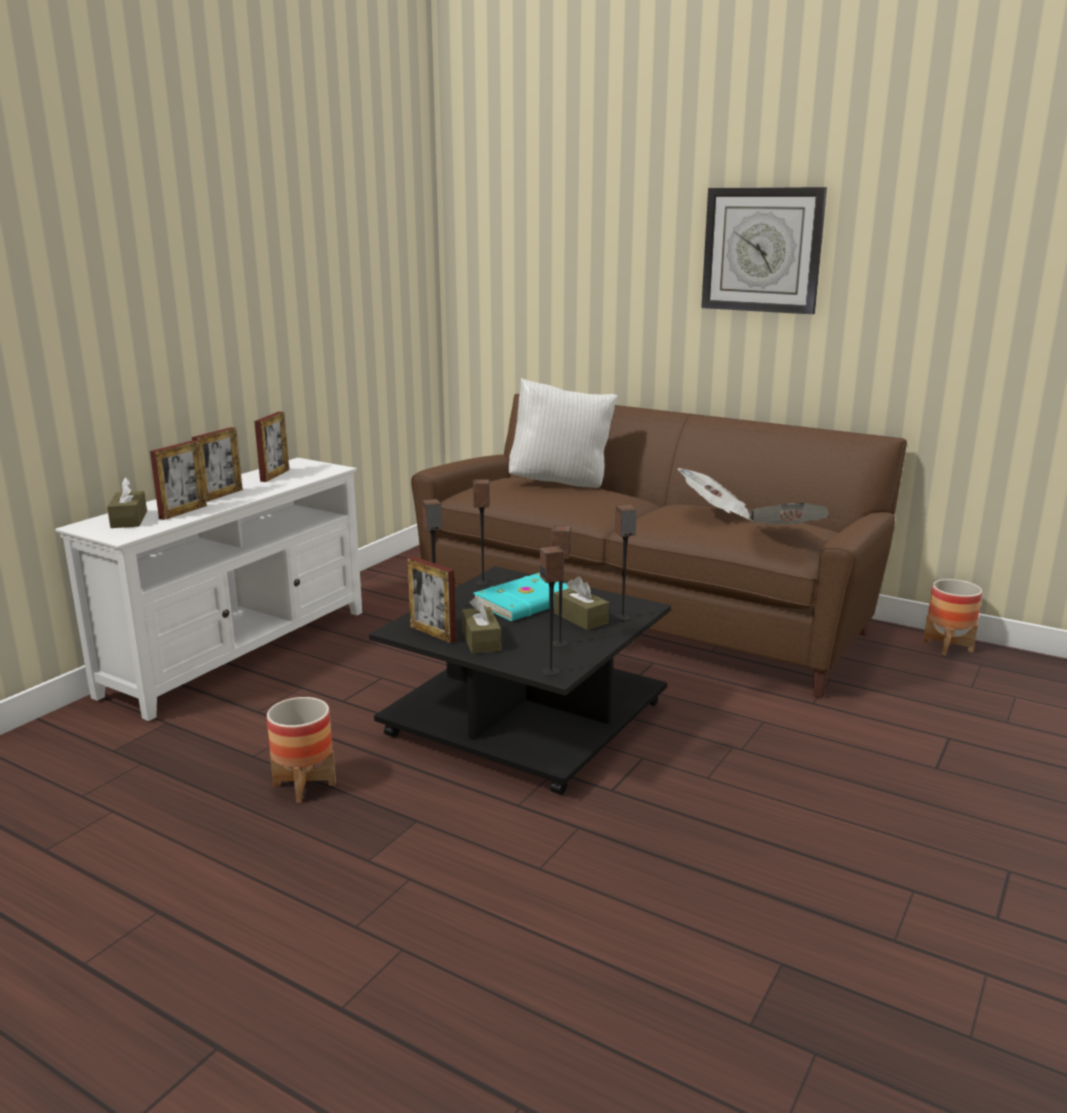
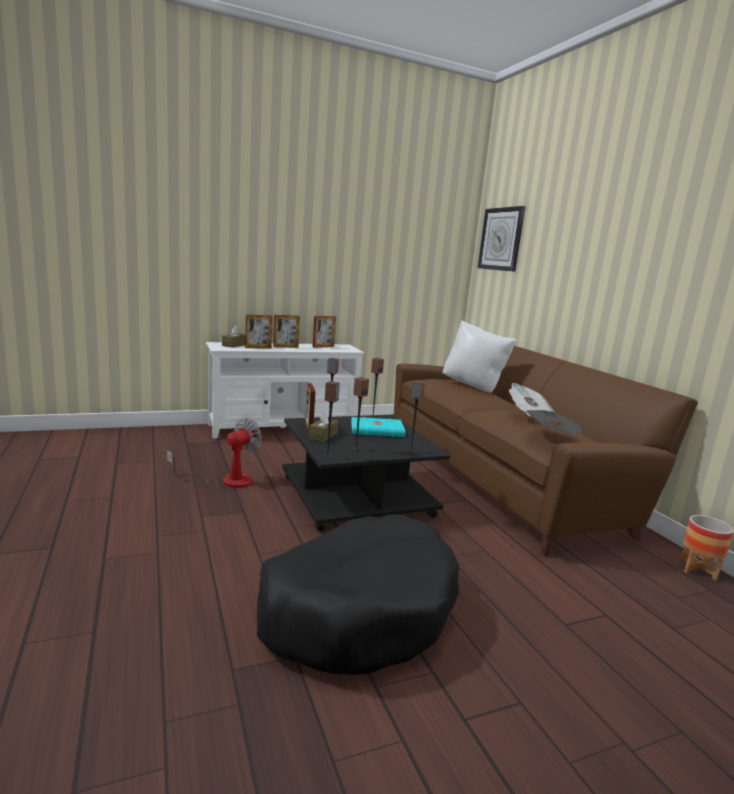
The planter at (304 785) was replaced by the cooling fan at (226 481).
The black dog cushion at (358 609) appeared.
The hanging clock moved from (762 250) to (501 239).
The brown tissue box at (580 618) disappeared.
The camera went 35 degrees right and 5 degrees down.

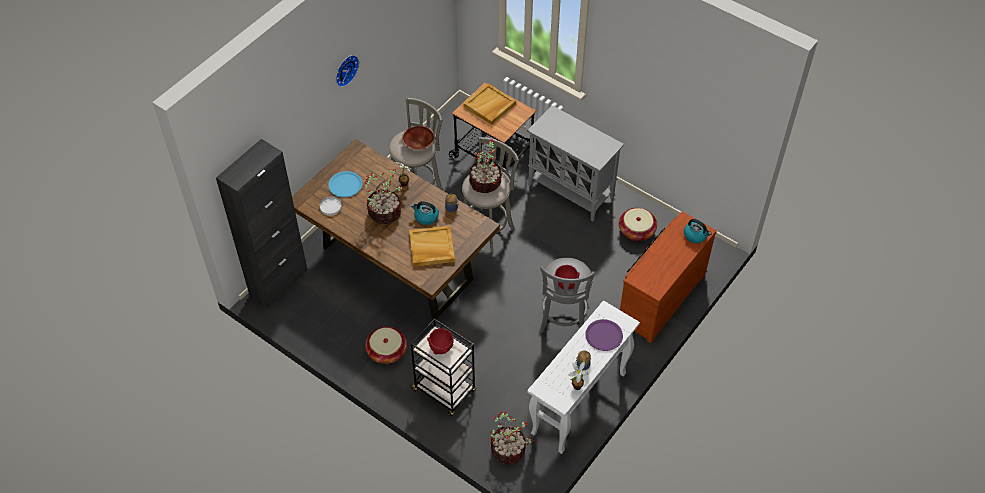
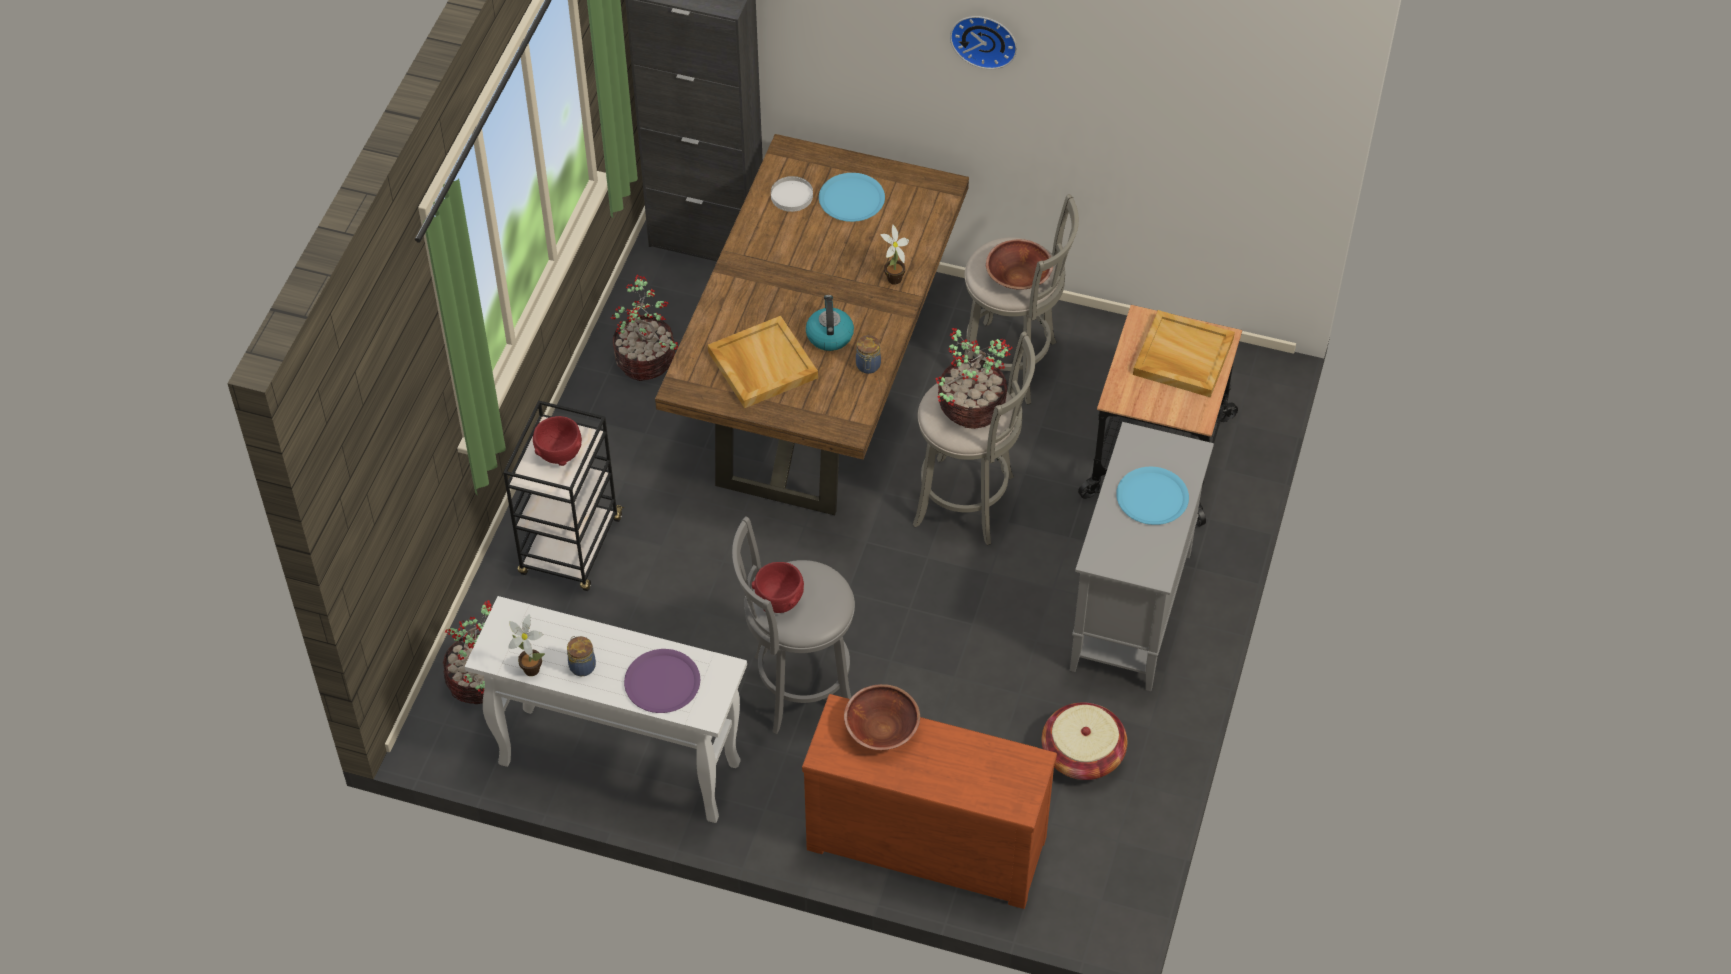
The plant in a pot moved from (385 212) to (647 360).
The brown bowl at (881 728) appeared.
The bluish plate at (1152 497) appeared.
The household basket at (387 351) disappeared.
The water kettle at (695 235) disappeared.
The camera went 70 degrees right and 0 degrees up.

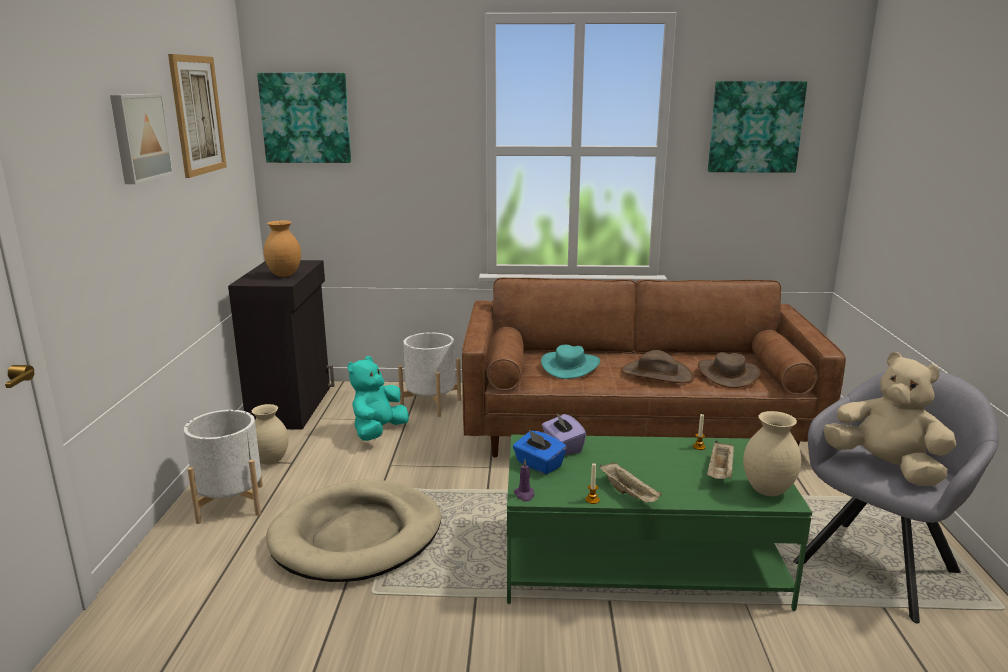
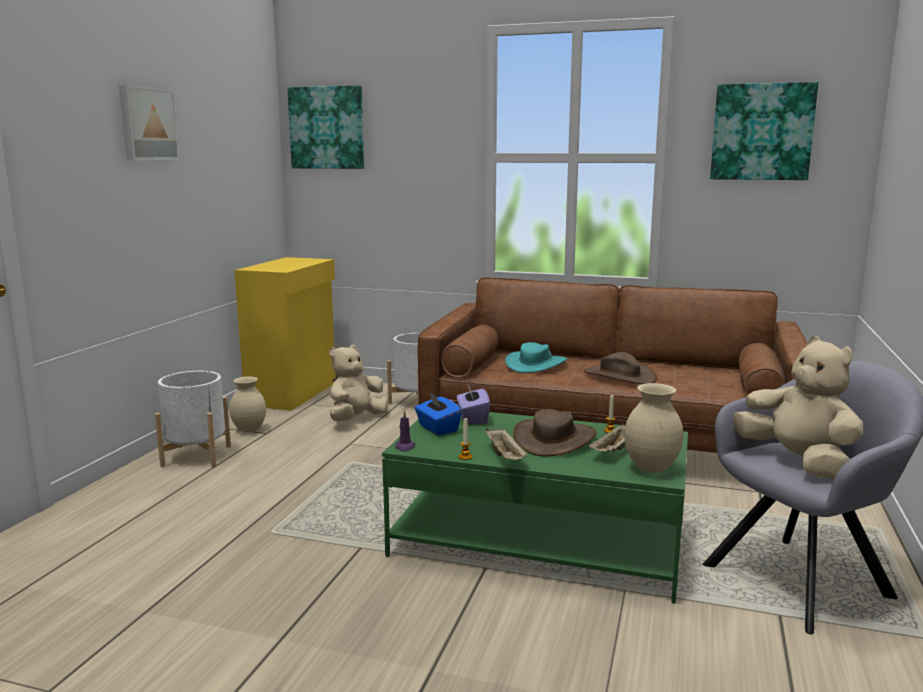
The black storage cabinet at (292 406) became the yellowish storage cabinet at (294 393).
The blue-green cuddly toy at (378 432) became the beige cuddly toy at (356 419).
The brown hat moved from (728 374) to (555 439).
The picture at (197 115) disappeared.
The brown decorative vase at (284 275) disappeared.
The beige dog cushion at (357 536) disappeared.
The camera went 15 degrees right and 5 degrees down.

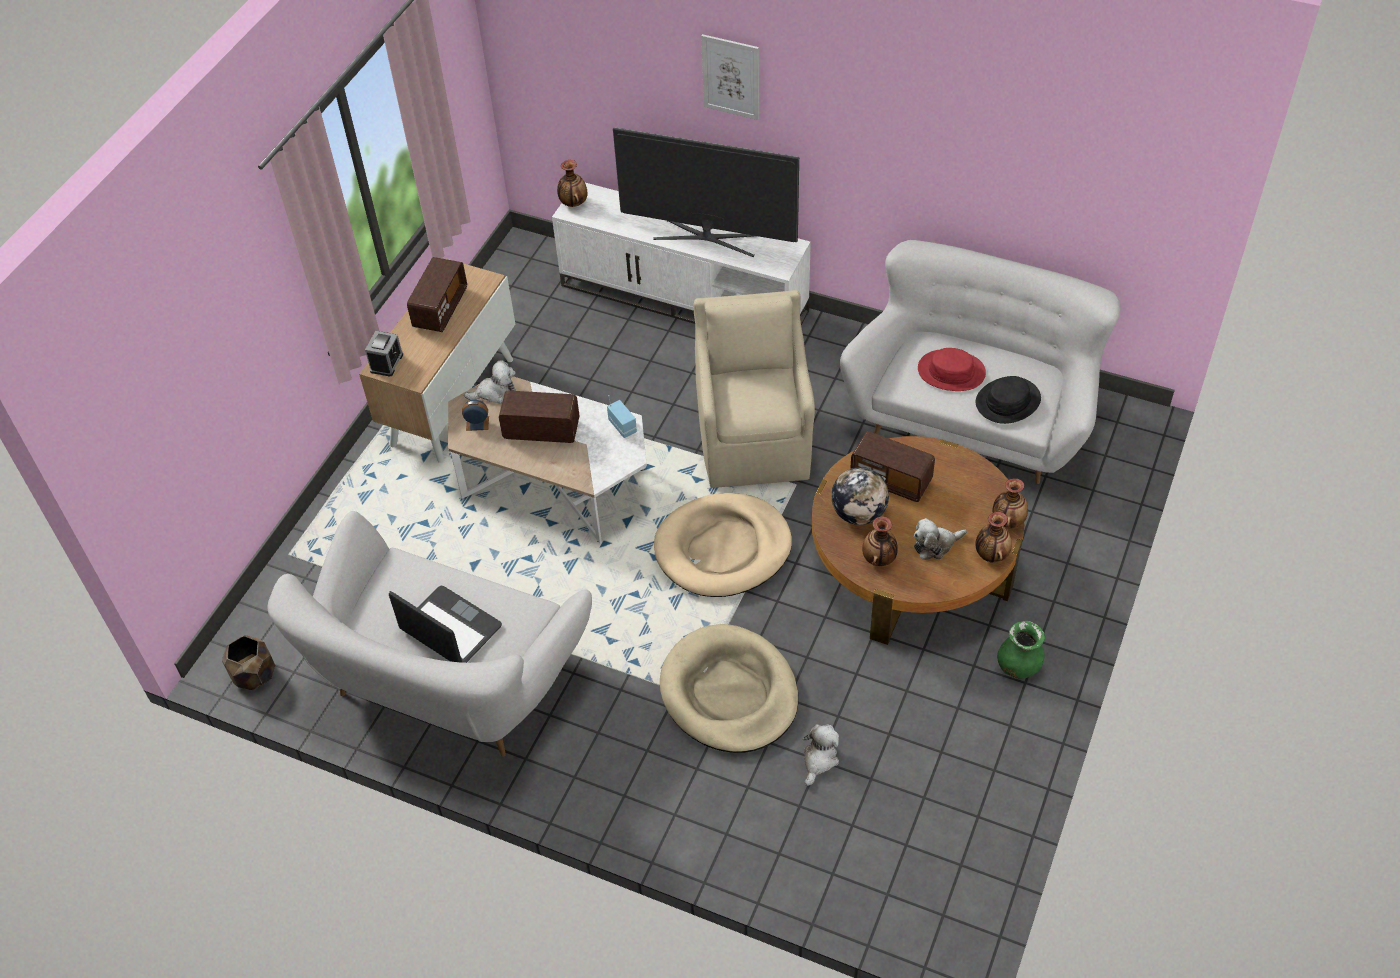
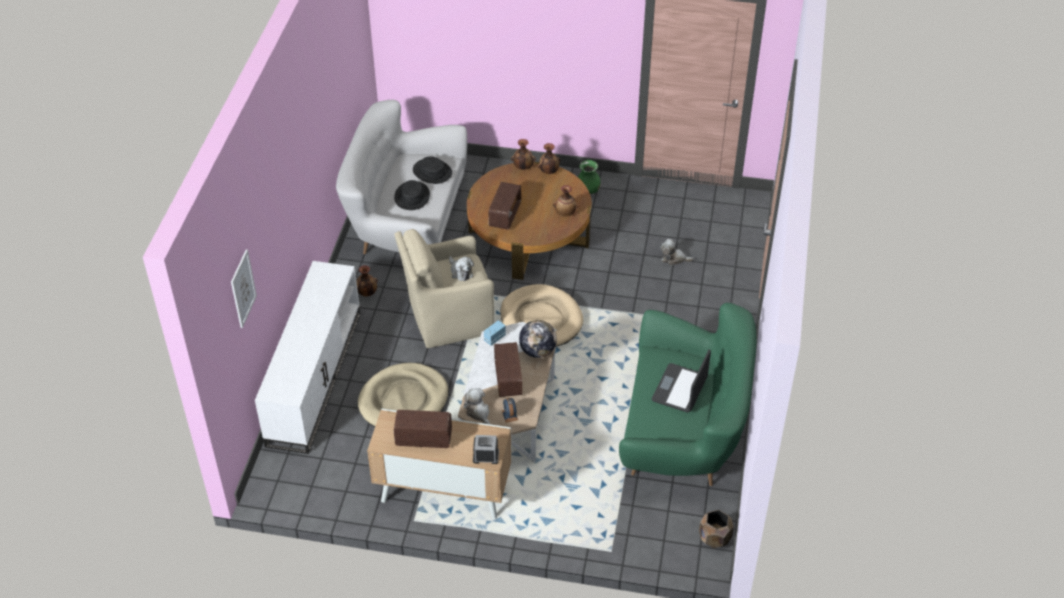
The picture moved from (731 77) to (243 288).
The decorative vase moved from (573 203) to (367 293).
The beige dog cushion moved from (729 693) to (404 401).
The red hat at (951 371) became the black hat at (412 196).
The cuddly toy moved from (935 545) to (460 272).
The globe moved from (858 513) to (537 351).
The white couch at (446 682) became the greenish couch at (683 432).
The TV at (708 236) disappeared.
The camera went 105 degrees left and 5 degrees down.

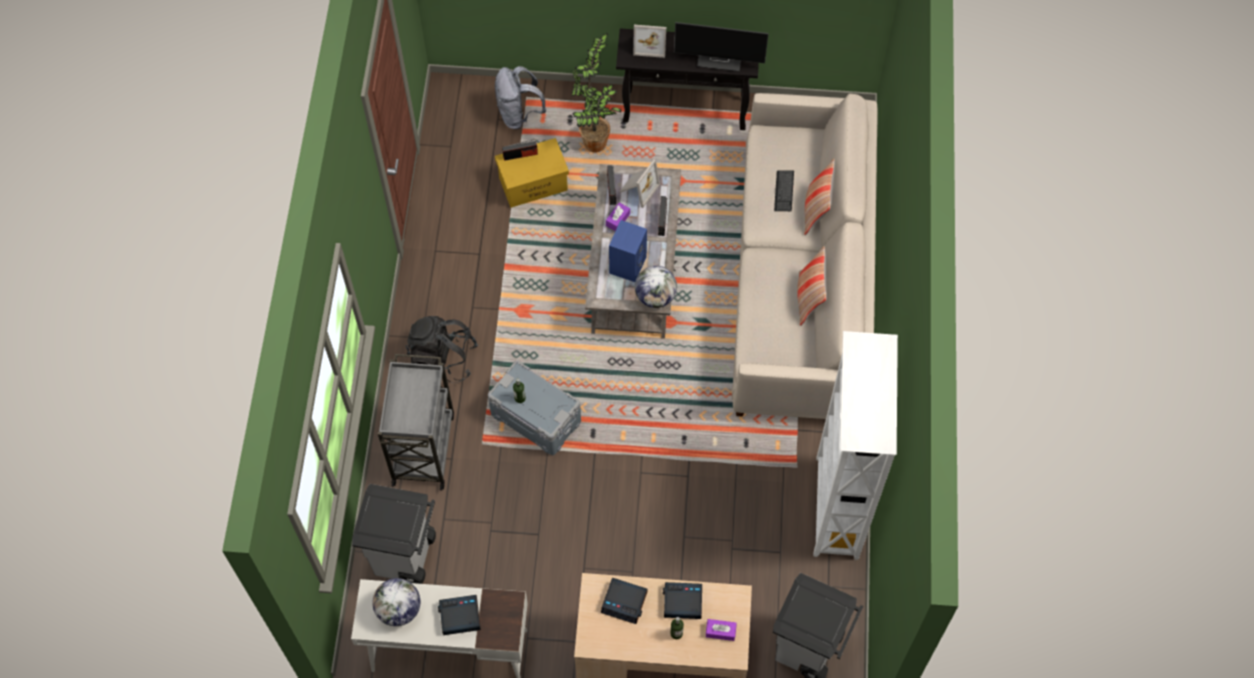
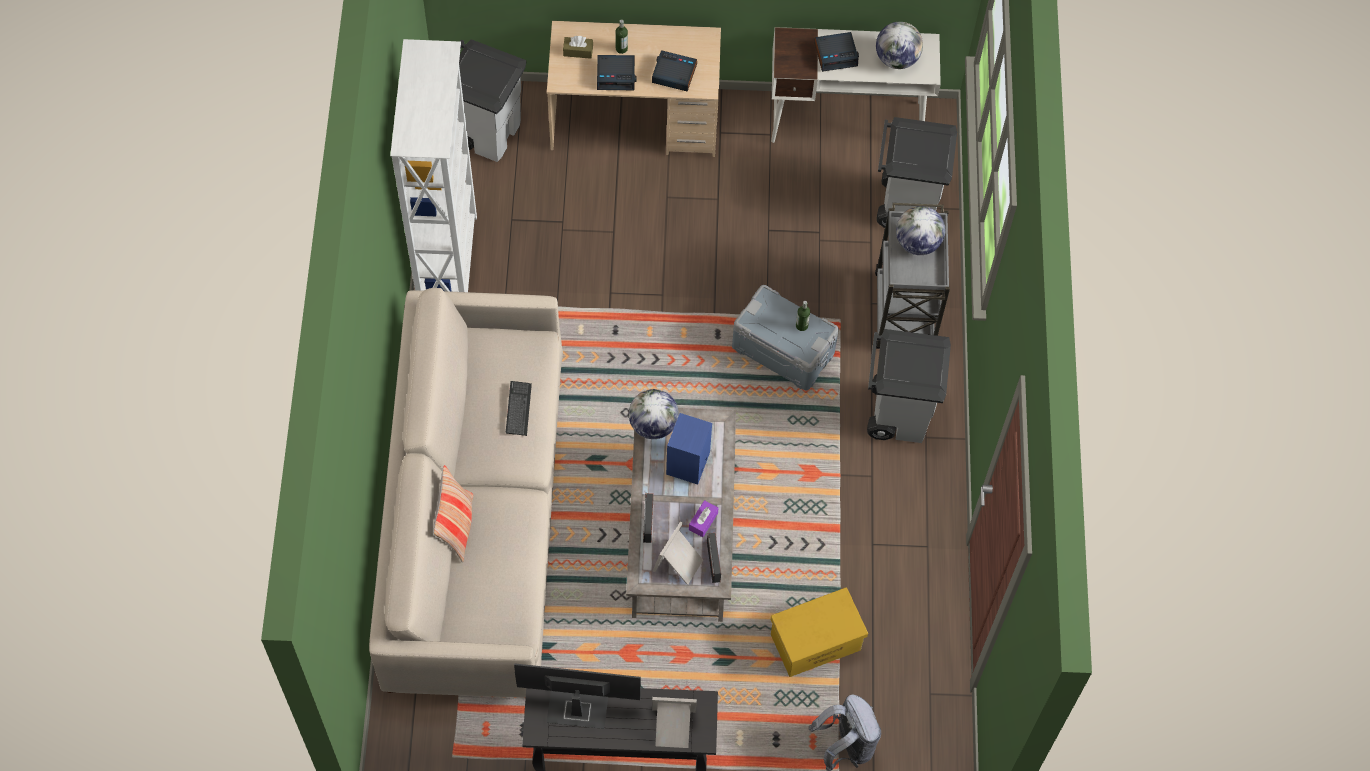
The keyboard moved from (784 191) to (518 409).
The purple-coloured tissue box at (720 631) became the brown tissue box at (578 51).
The black knapsack at (443 359) was replaced by the greyish trash can at (897 413).
The globe at (917 243) appeared.
The radio set at (520 155) disappeared.
The plant in a pot at (595 146) disappeared.
The cushion at (808 299) disappeared.
The camera went 175 degrees right and 0 degrees up.

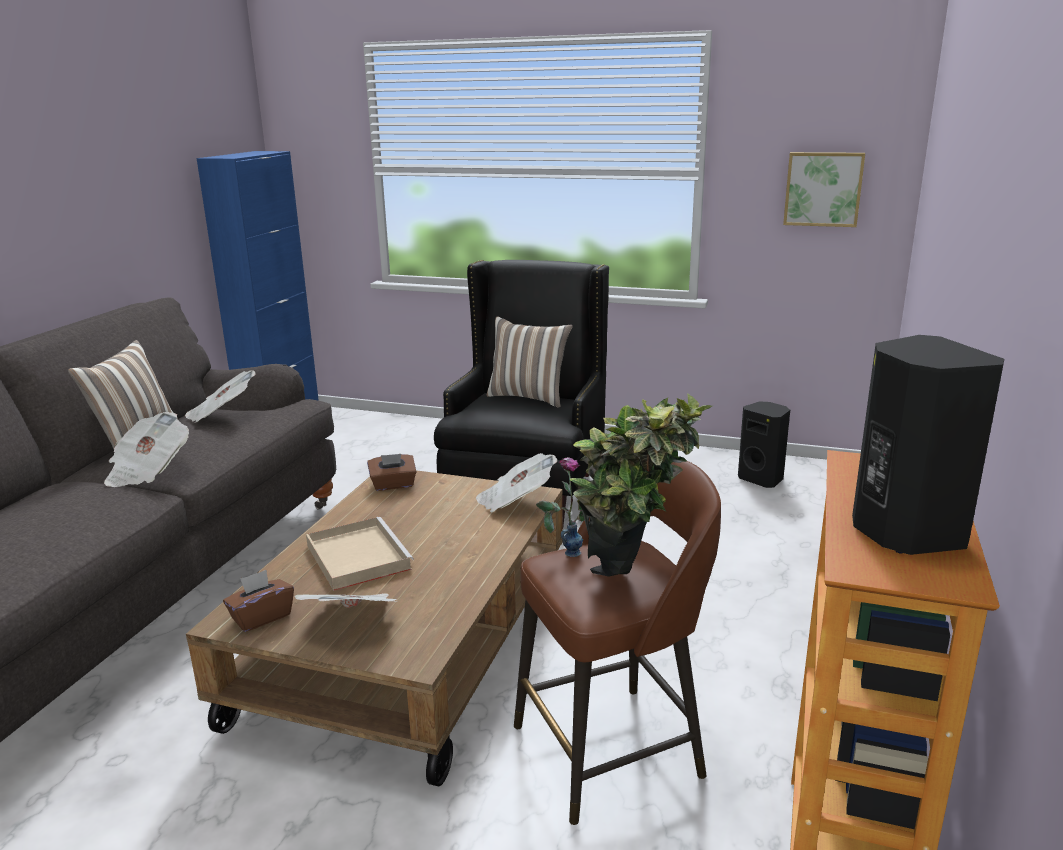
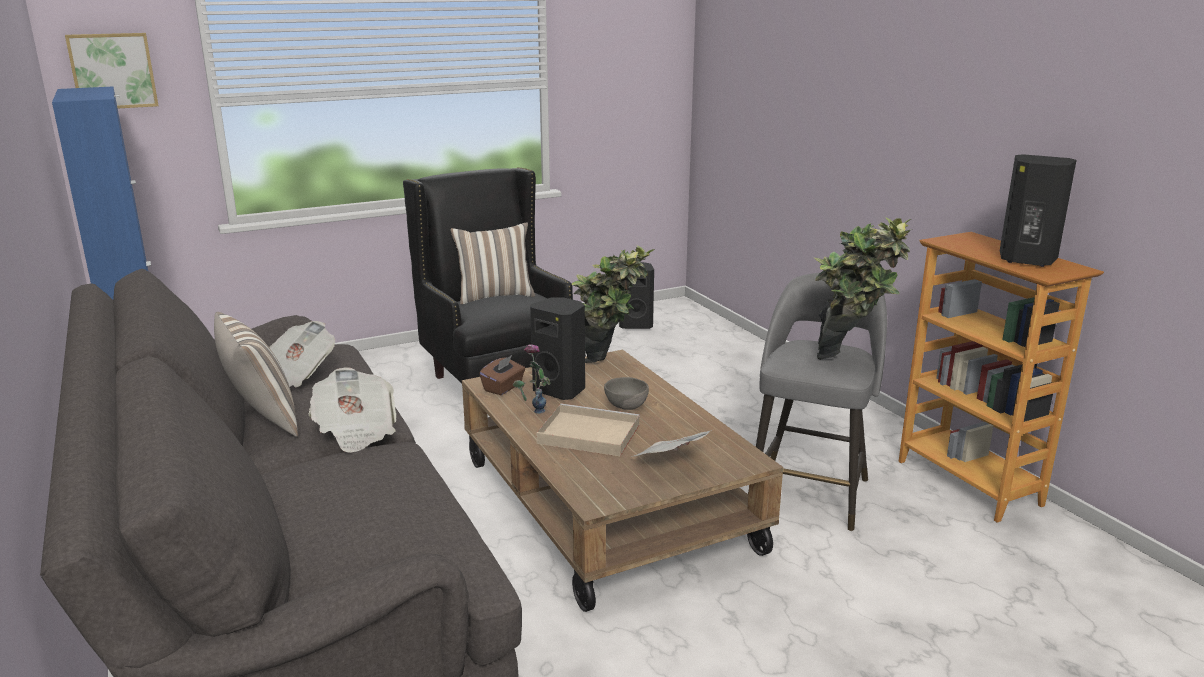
The picture moved from (823 189) to (113 71).
The decorative vase moved from (564 549) to (531 411).
The black speaker at (560 390) appeared.
The daily paper at (515 501) was replaced by the plant in a pot at (611 366).
The greyish bowl at (626 407) appeared.
The brown stool seat at (612 749) became the greyish stool seat at (810 491).
The brown tissue box at (261 617) disappeared.
The camera went 45 degrees left and 0 degrees up.

